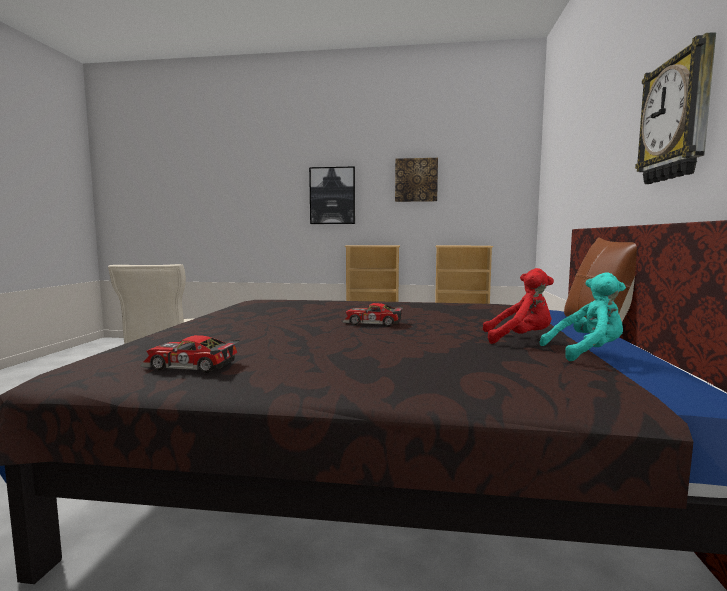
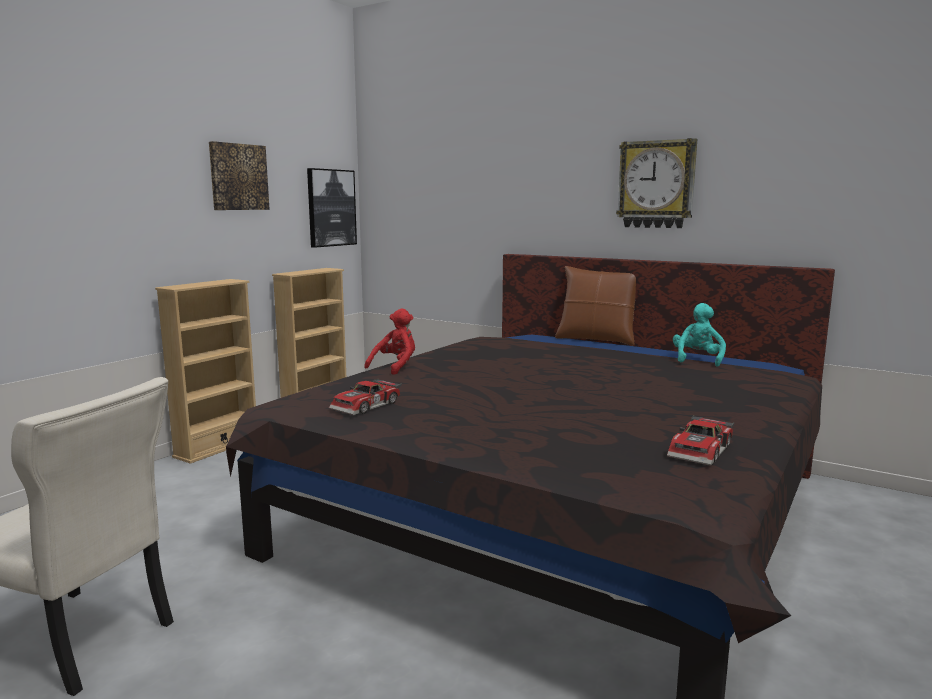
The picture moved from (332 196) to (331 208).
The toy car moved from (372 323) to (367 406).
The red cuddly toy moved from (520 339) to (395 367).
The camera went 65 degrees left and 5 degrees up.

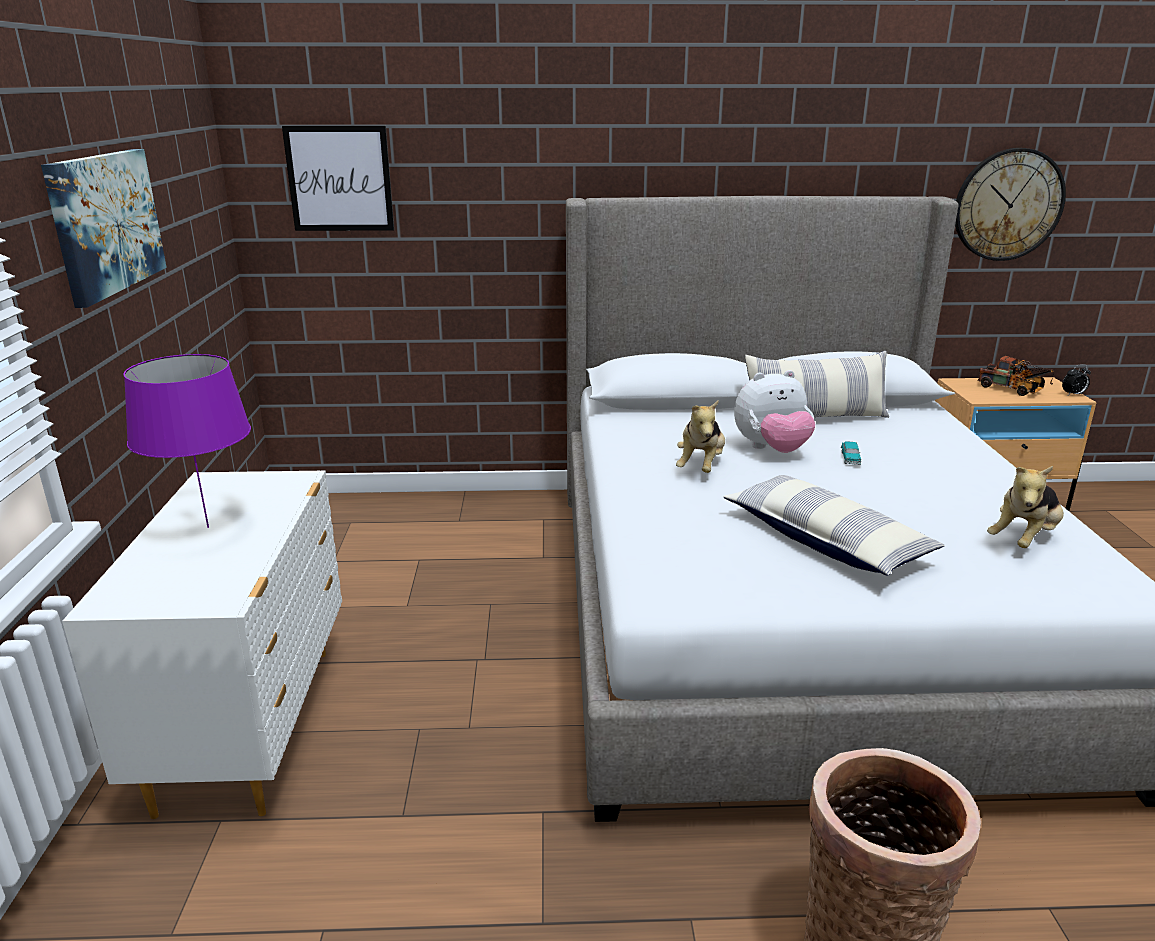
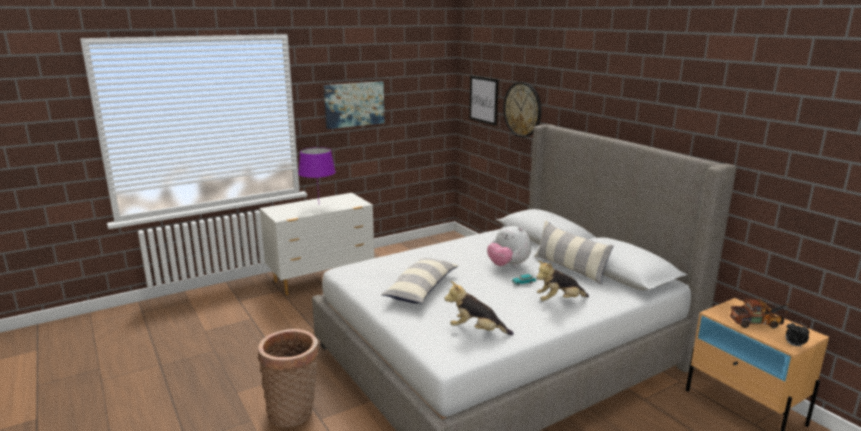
The hanging clock moved from (1008 205) to (522 109).
The cuddly toy moved from (701 466) to (559 301).
The model truck at (1013 390) turned 105 degrees counterclockwise.
The camera went 60 degrees right and 5 degrees down.

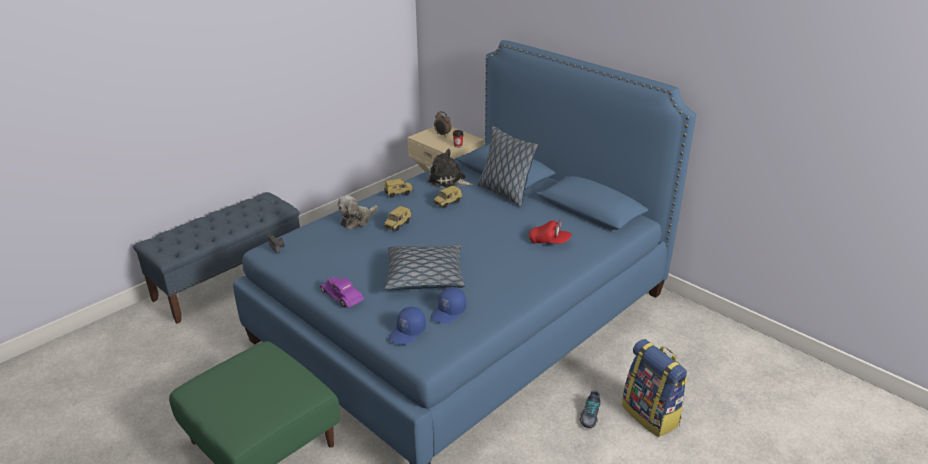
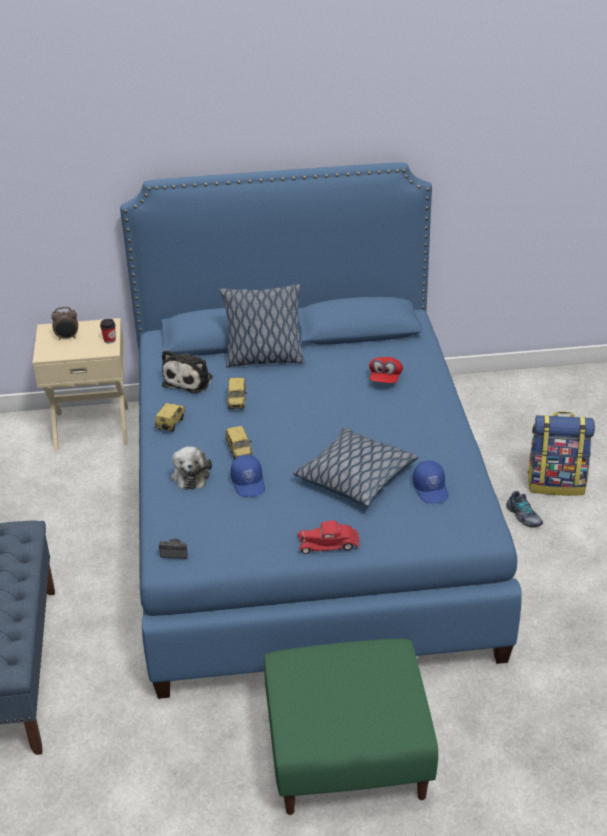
The cuddly toy at (448 181) turned 45 degrees counterclockwise.
The bluish peaked cap moved from (408 332) to (249 483).
The purple-coloured toy car at (342 296) became the red toy car at (328 543).
The red peaked cap at (549 242) turned 135 degrees clockwise.
The camera went 50 degrees left and 5 degrees up.

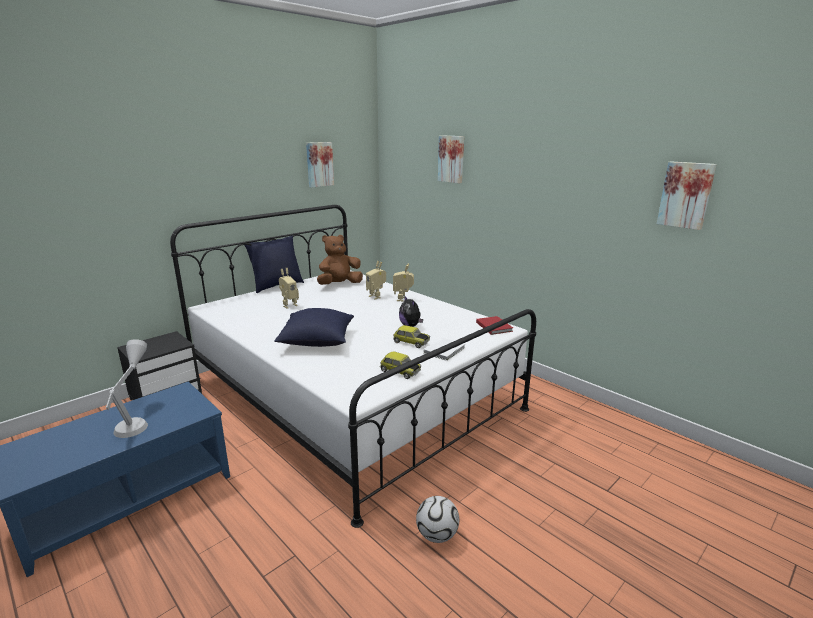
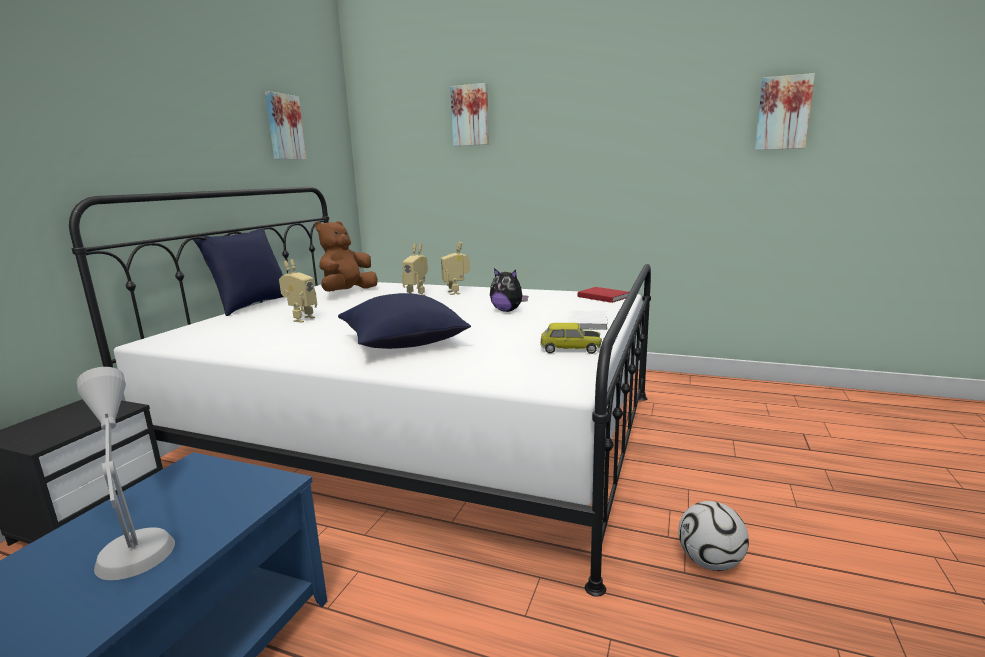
The toy car at (410 342) disappeared.
The camera went 25 degrees left and 5 degrees down.

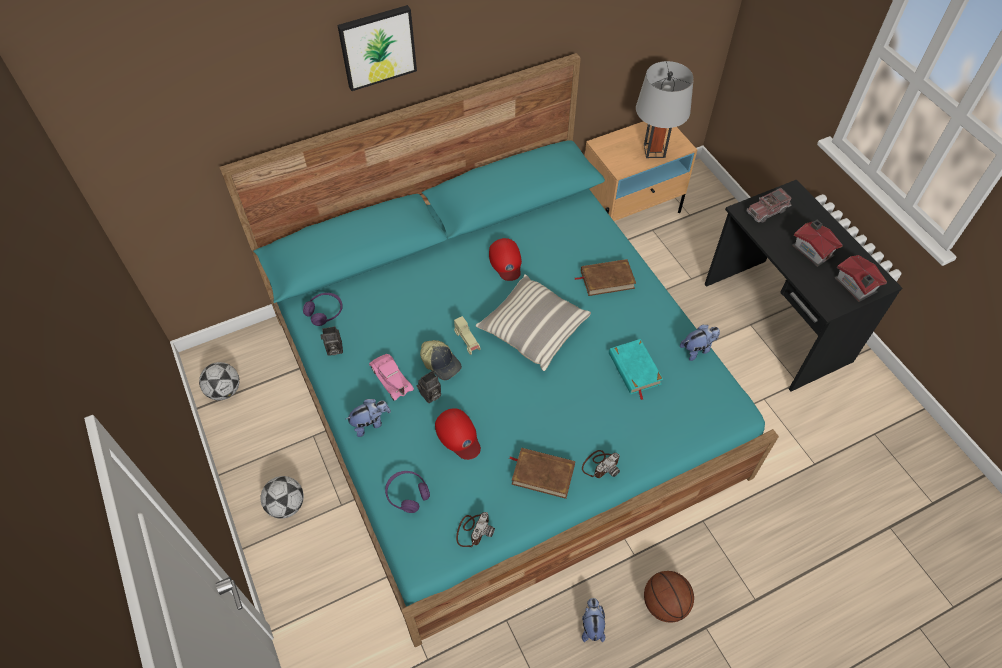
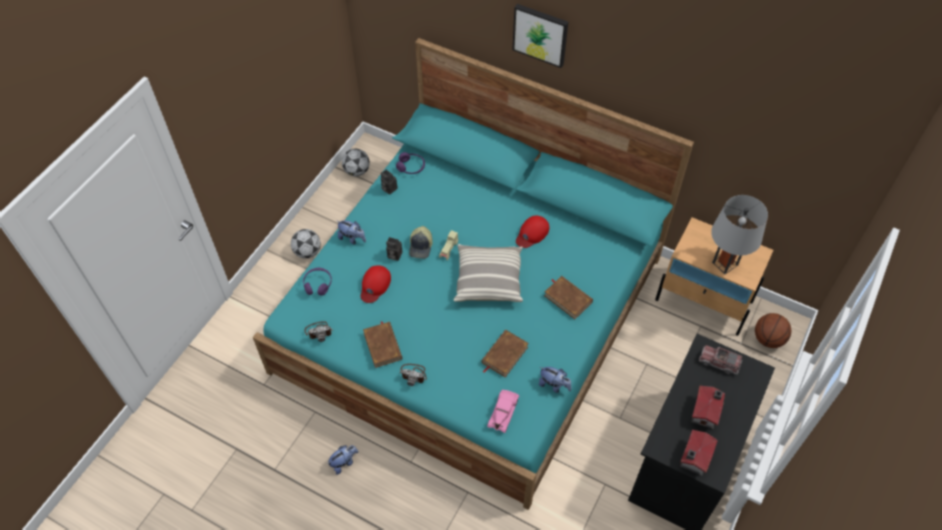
The blue-green book at (634 369) became the brown book at (504 355).
The pinkish toy car moved from (391 378) to (503 412).
The ball for basketball moved from (664 603) to (768 338).
The camera went 55 degrees right and 0 degrees up.

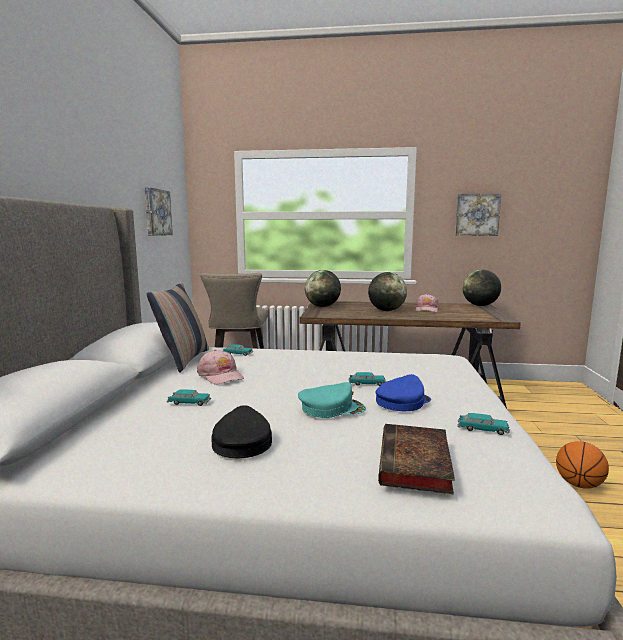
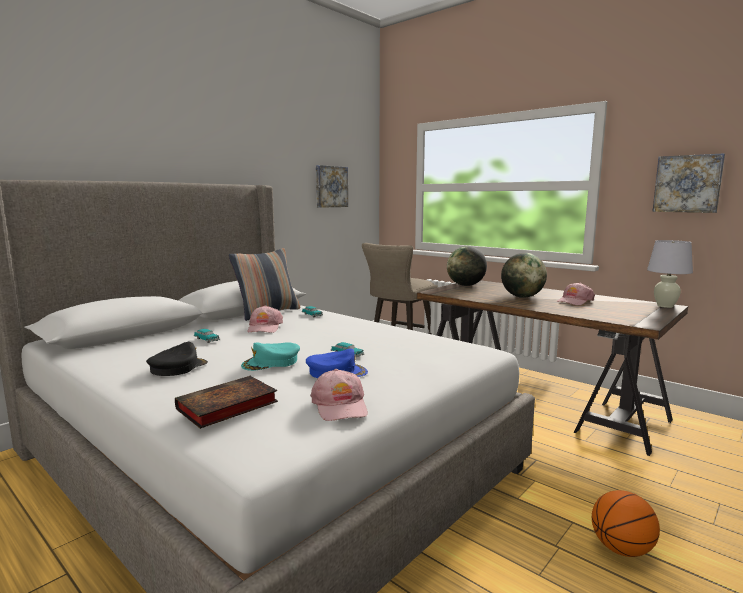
The blue-green peaked cap at (331 408) turned 120 degrees clockwise.
The toy car at (482 429) was replaced by the pinkish peaked cap at (340 406).
The globe at (480 305) was replaced by the white tabletop lamp at (665 306).
The camera went 35 degrees right and 0 degrees up.

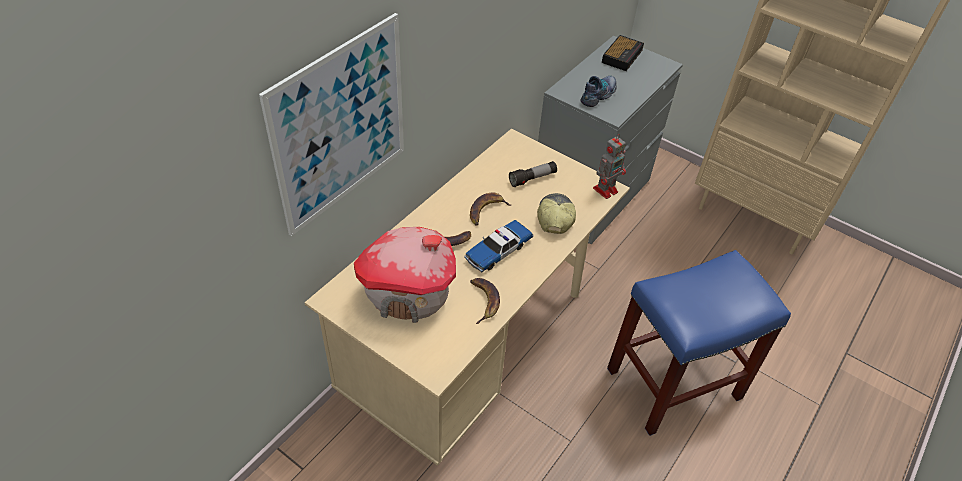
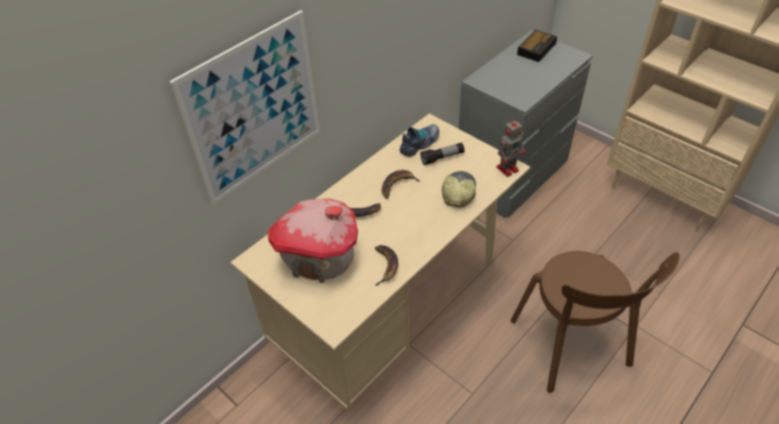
The shoe moved from (599 95) to (420 144).
The bluish stool seat at (673 384) was replaced by the brown plain chair at (572 347).
The toy car at (498 251) disappeared.
The camera went 10 degrees right and 0 degrees up.

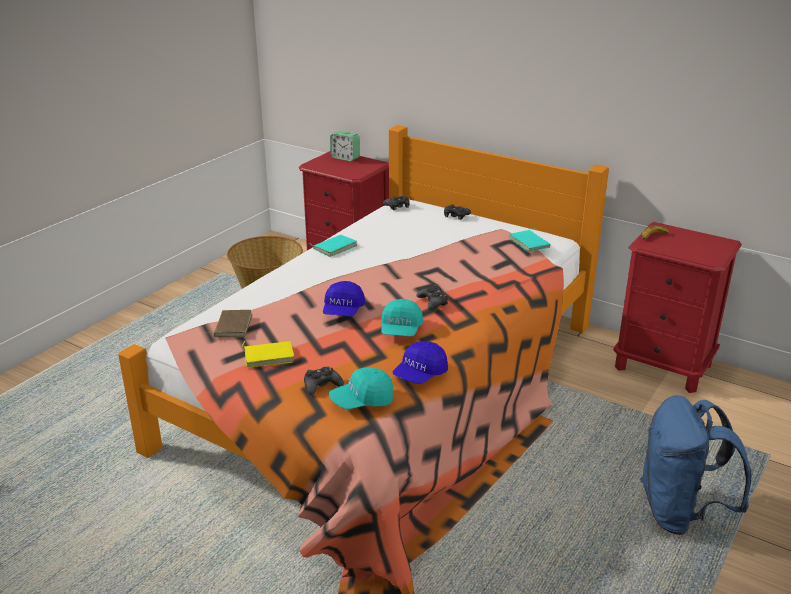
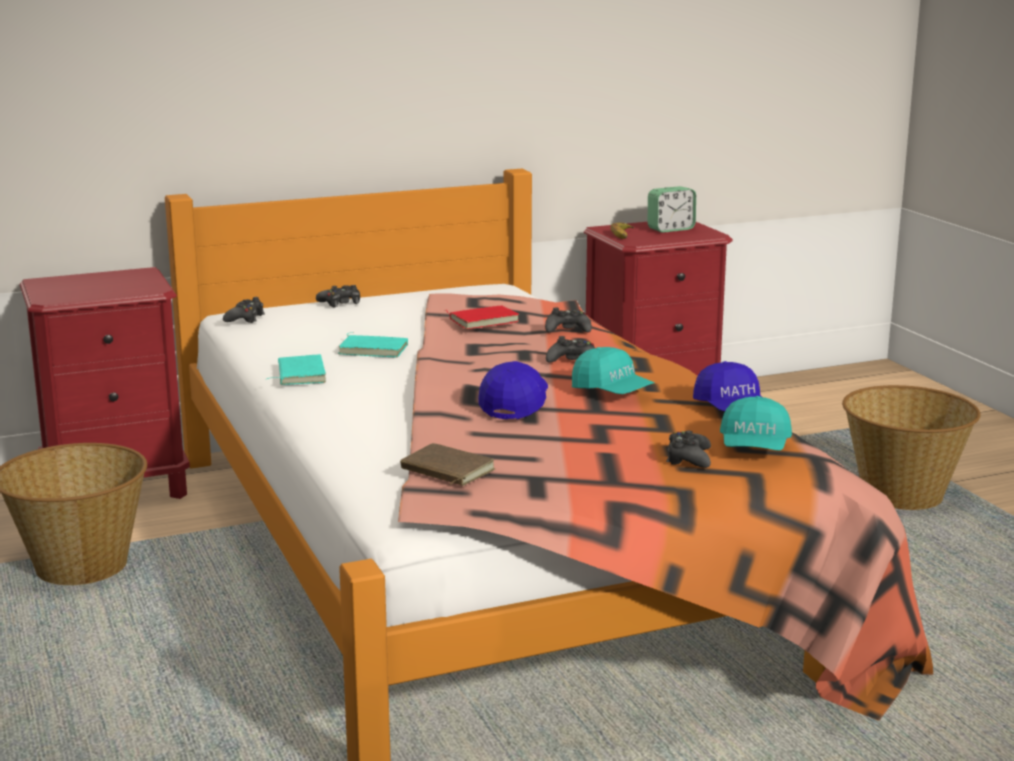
The blue-green book moved from (530 243) to (374 349).
The red book at (483 320) appeared.
The bluish peaked cap at (343 311) turned 120 degrees counterclockwise.
The black joypad at (567 329) appeared.
The bedside clock moved from (345 158) to (670 229).
The bluish knapsack at (680 512) was replaced by the household basket at (902 494).
The yellowish book at (269 355) disappeared.
The camera went 55 degrees left and 10 degrees down.

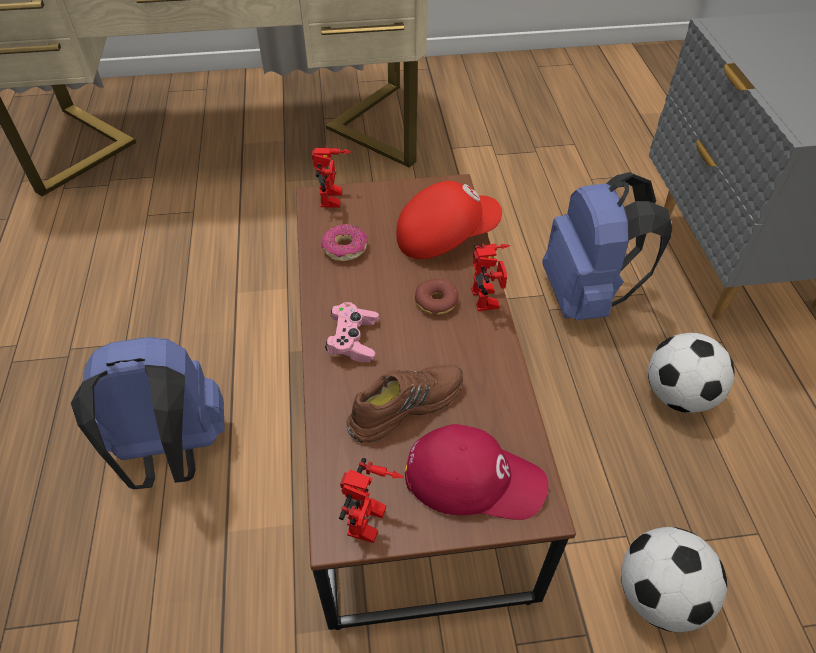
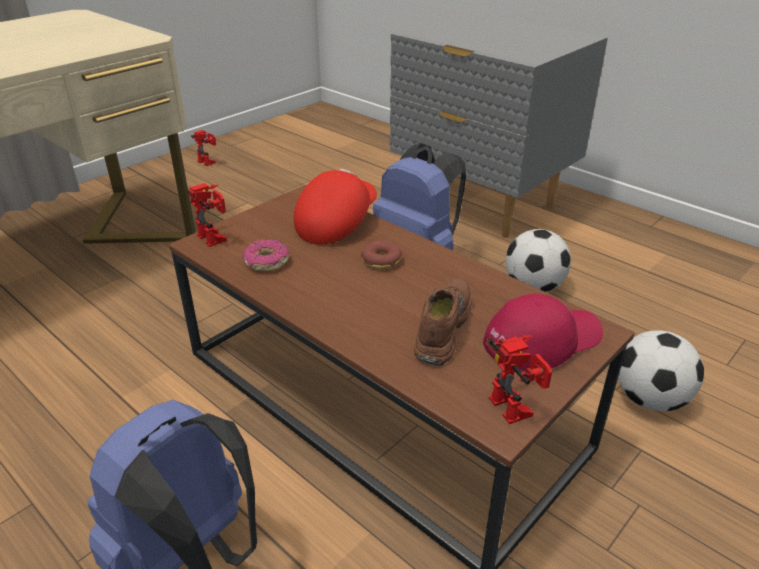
The model robot moved from (490 299) to (209 162).
The pinkish joypad at (353 340) disappeared.
The camera went 40 degrees left and 15 degrees down.

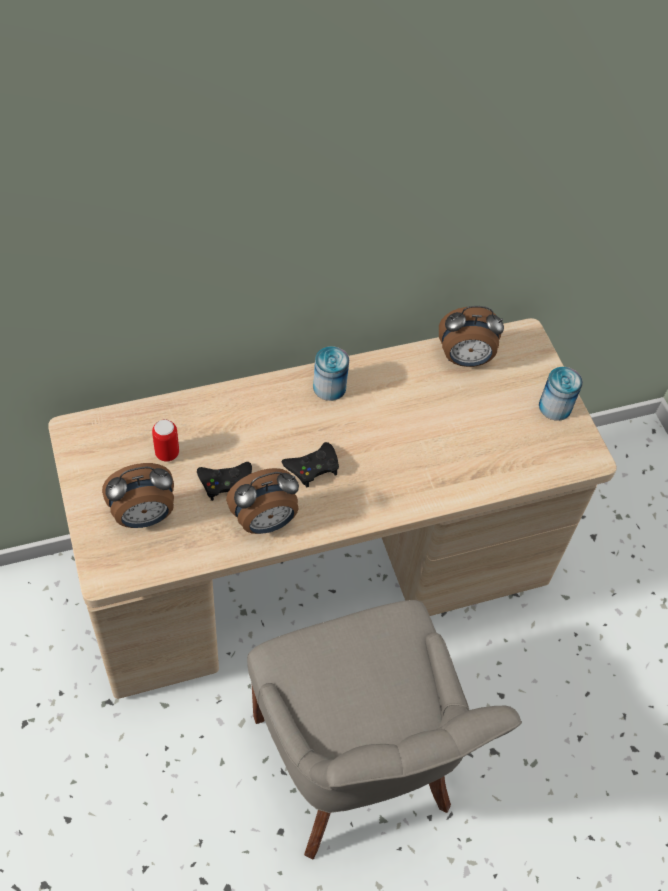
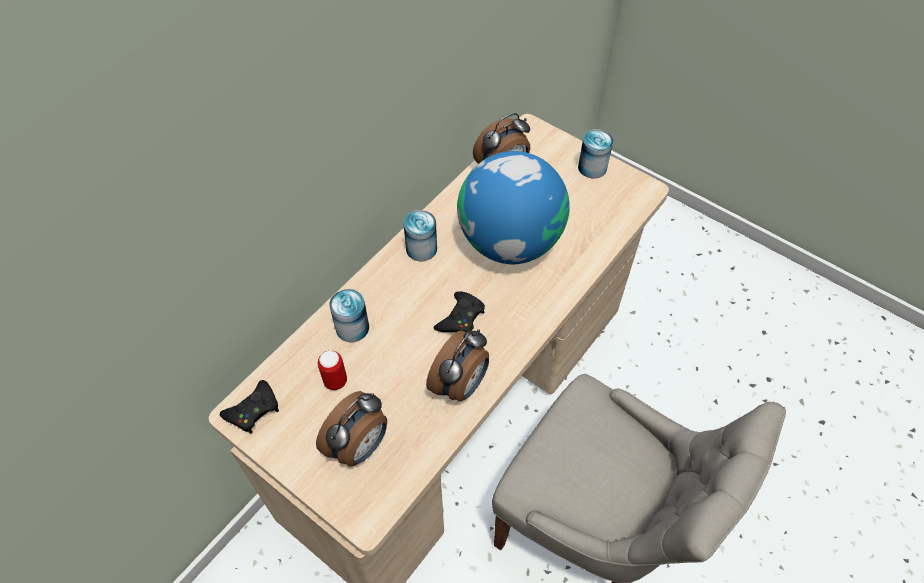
The black joypad moved from (226 483) to (253 410).
The sealed can at (352 327) appeared.
The globe at (510 241) appeared.
The camera went 30 degrees left and 0 degrees up.

